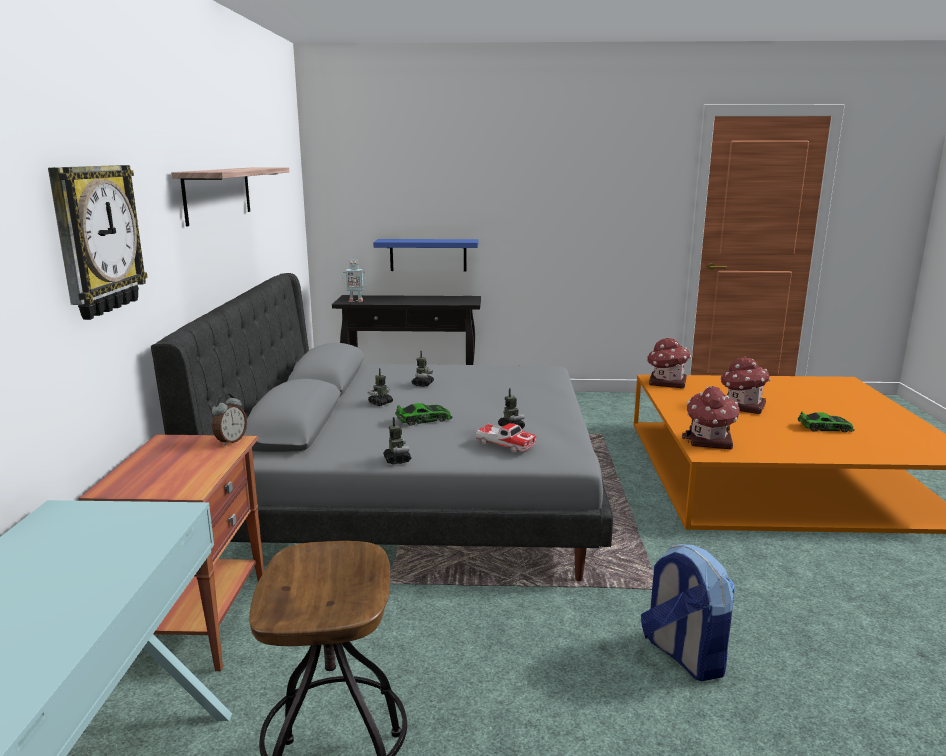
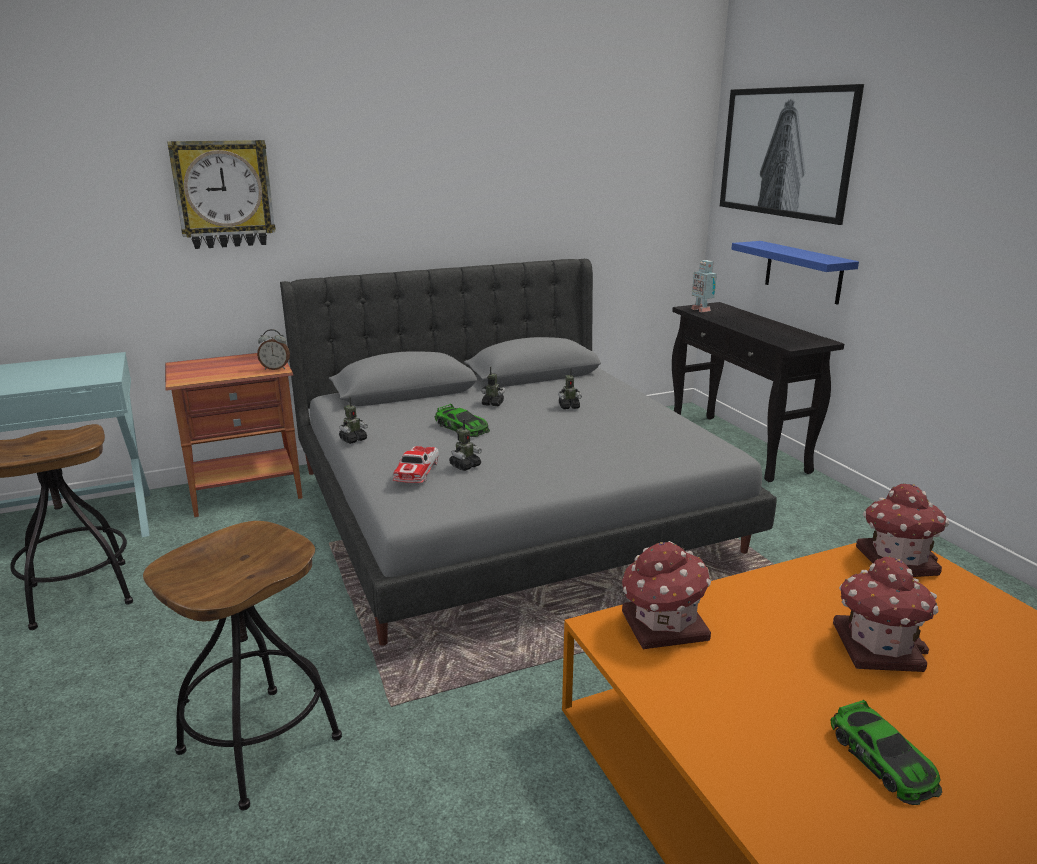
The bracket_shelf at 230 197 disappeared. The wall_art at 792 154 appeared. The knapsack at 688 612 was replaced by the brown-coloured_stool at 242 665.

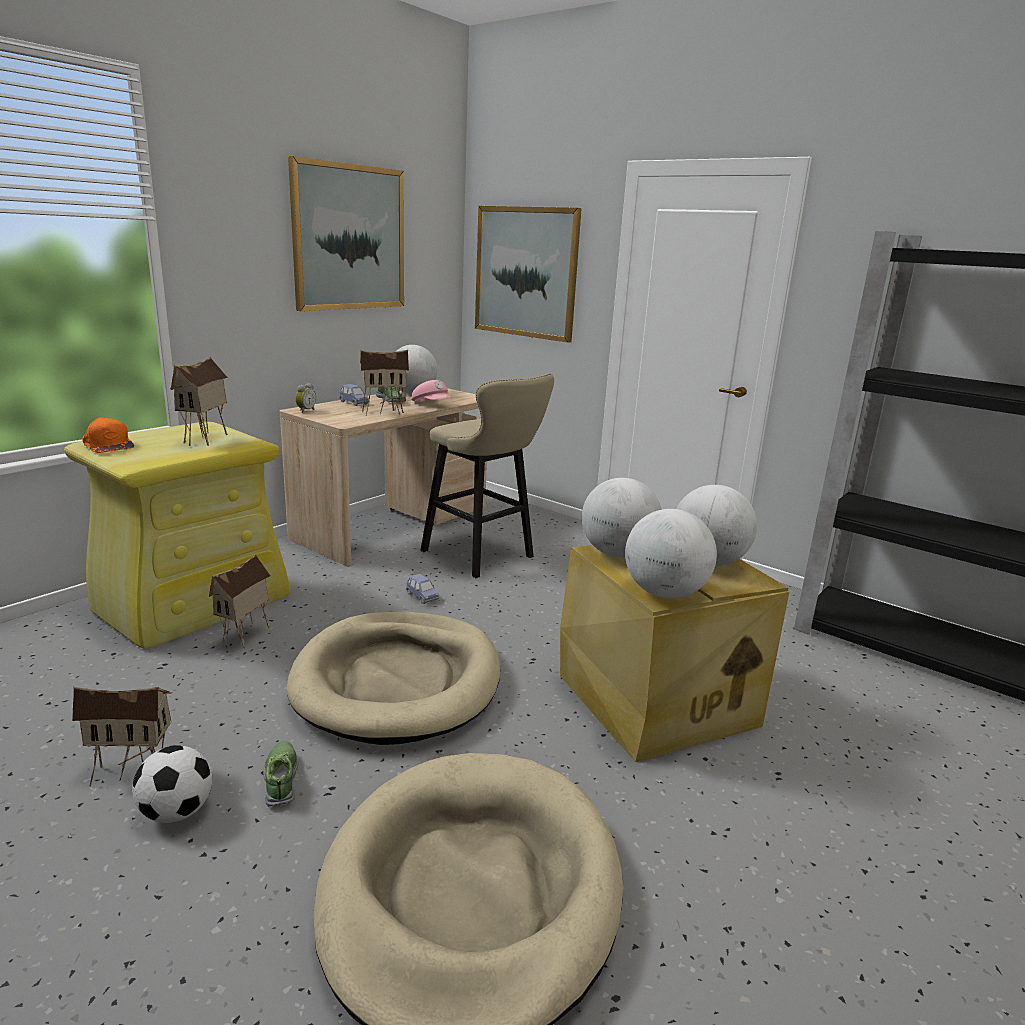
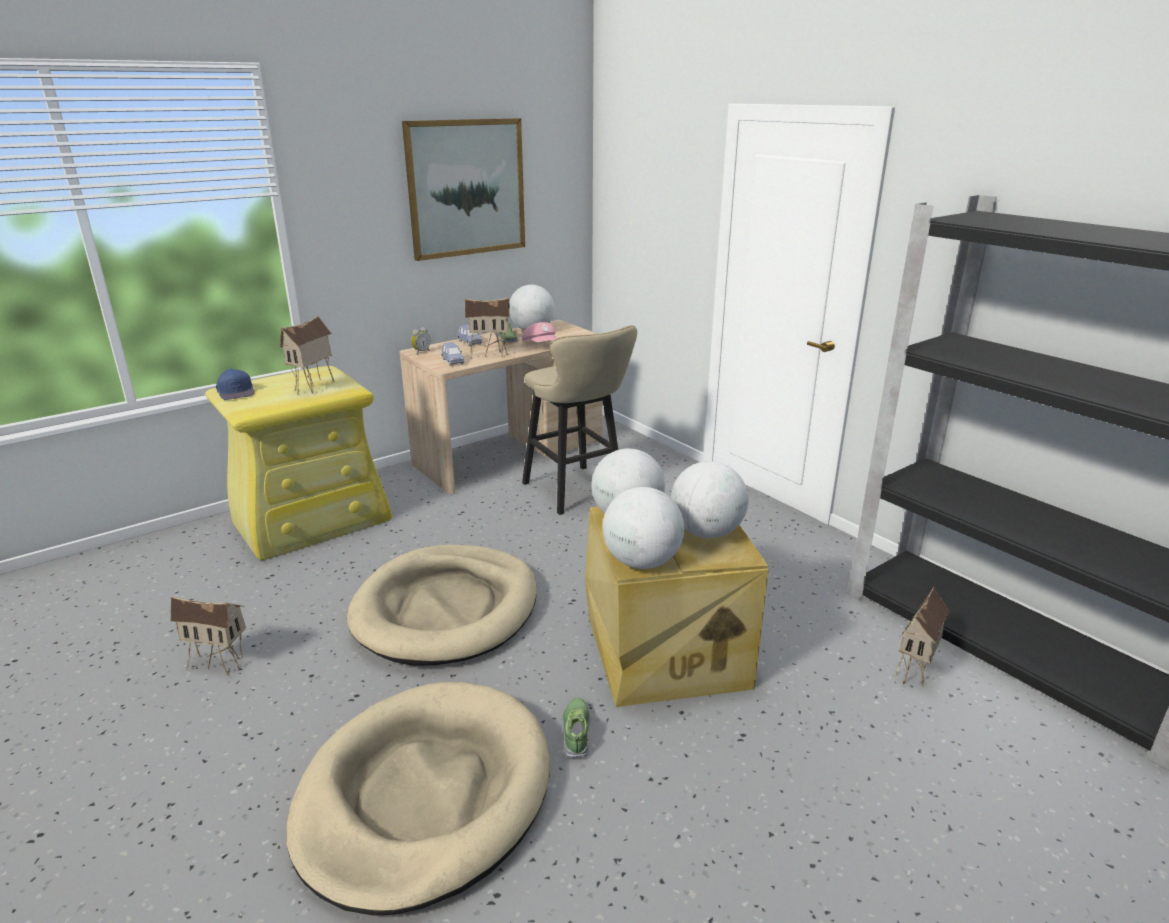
The football at 172 784 disappeared. The wall_art at 528 274 disappeared. The miniature_house moved from 240 601 to 922 637. The shoe moved from 280 774 to 575 728. The blue-coloured_model_car moved from 422 589 to 452 354. The orange_cap at 108 435 became the blue-coloured_cap at 235 384.

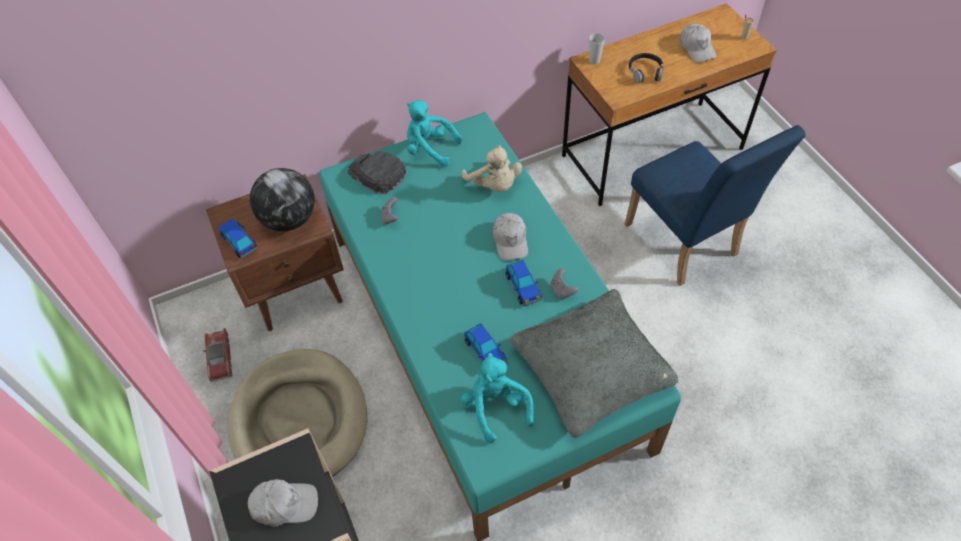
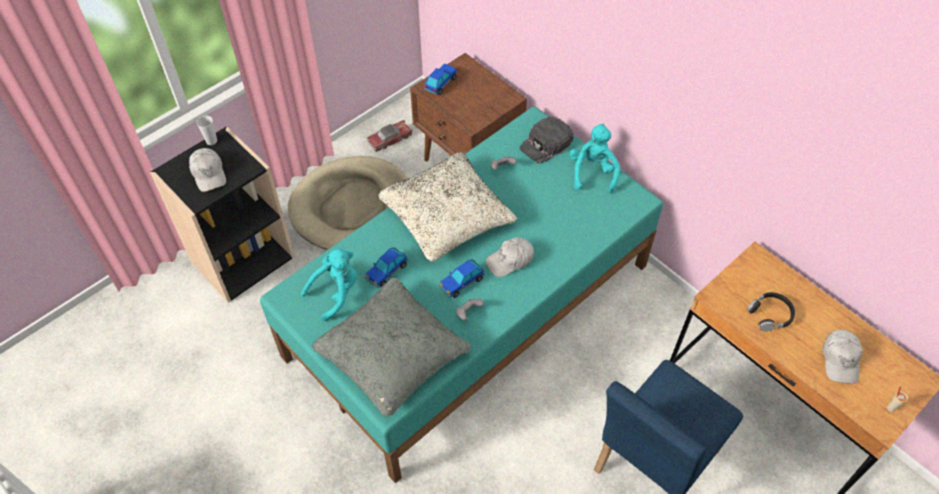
The globe at 282 199 disappeared. The sand-coloured_cuddly_toy at 491 168 disappeared. The sand-coloured_pillow at 447 207 appeared. The drinking_cup moved from 597 48 to 207 130. The black-coloured_cap at 377 173 turned 150 degrees counterclockwise. The white-coloured_cap at 698 43 turned 45 degrees counterclockwise.

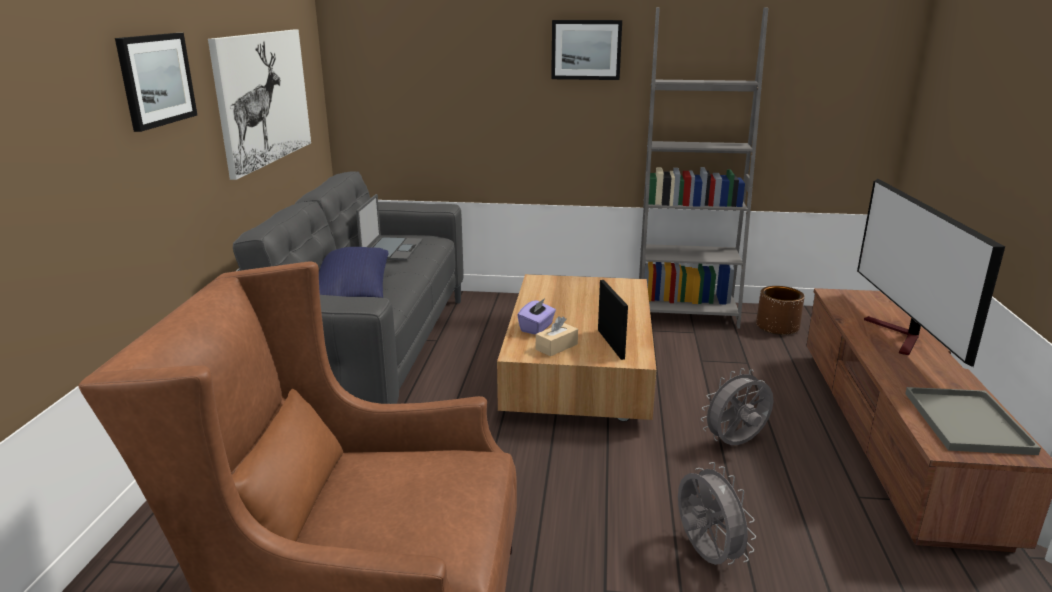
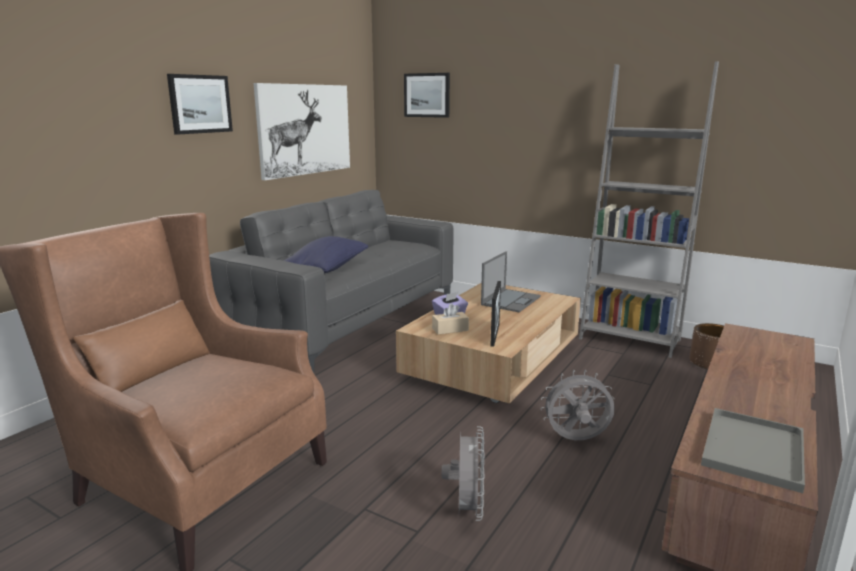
The television at 931 273 disappeared. The notebook_computer moved from 389 227 to 511 281. The wall_art moved from 586 50 to 427 95.

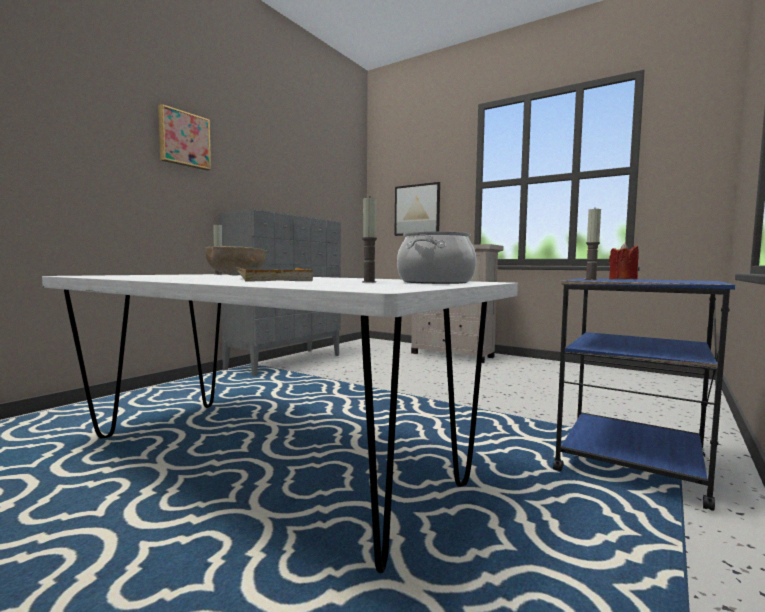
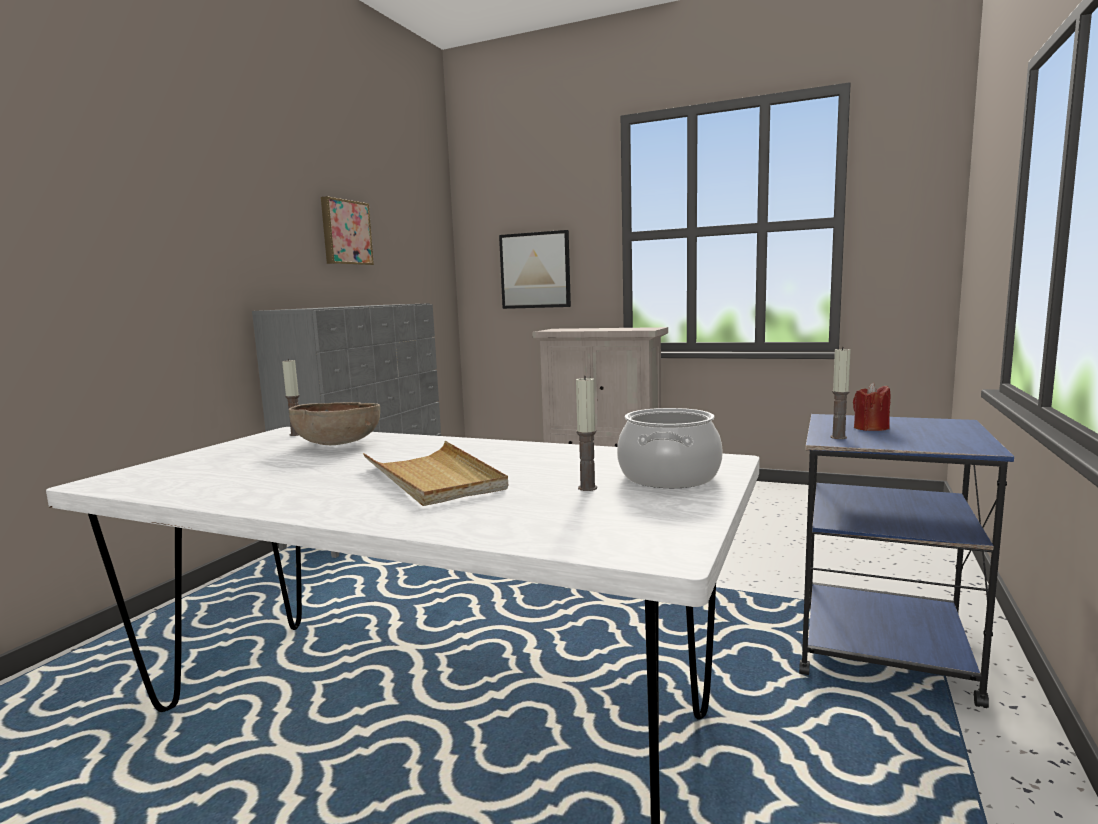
The wall_art moved from 184 137 to 347 230.

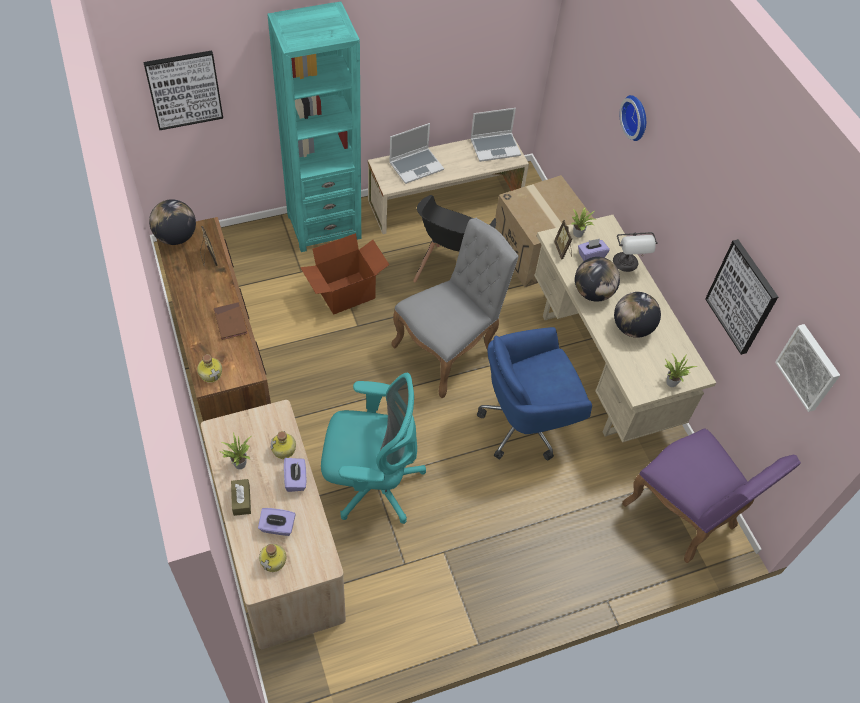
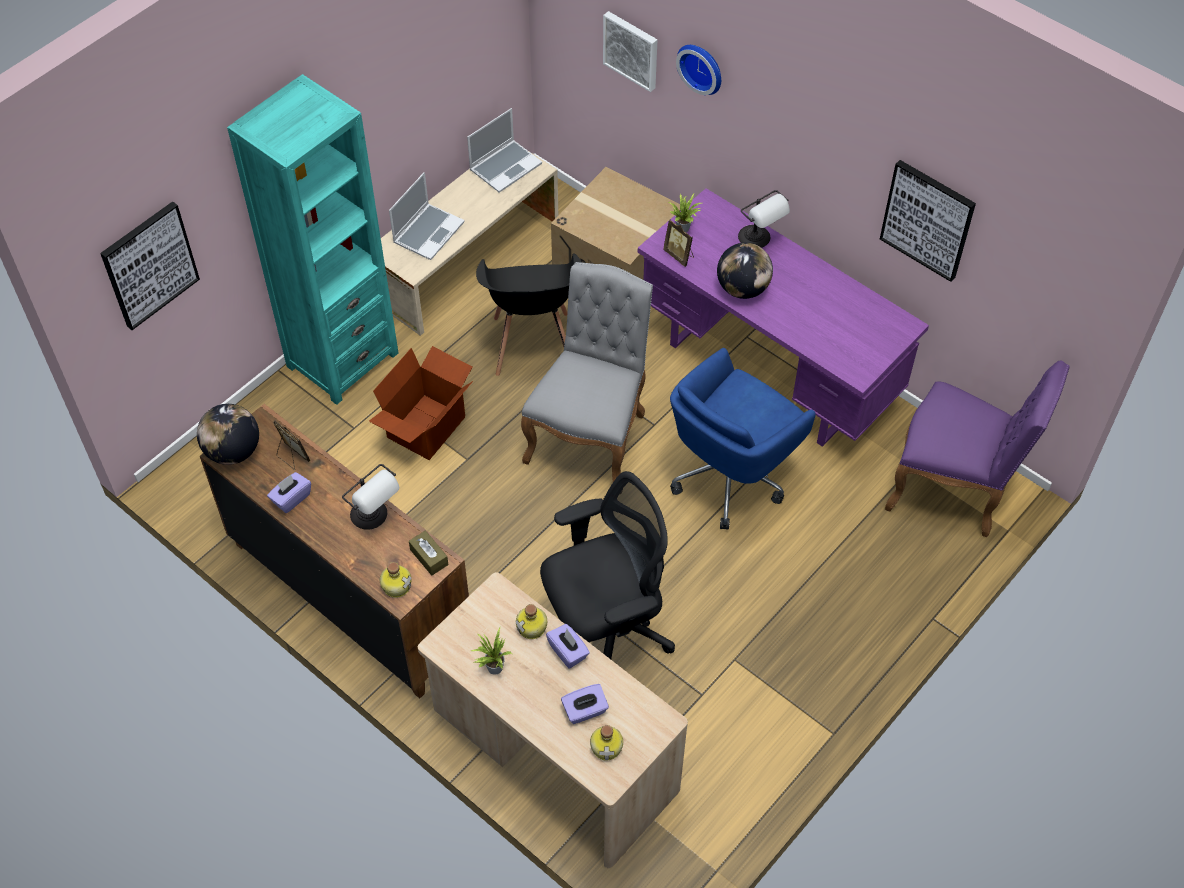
The globe at 637 315 disappeared. The potted_plant at 681 370 disappeared. The brown-coloured_box_of_tissues moved from 241 497 to 428 553. The purplish_box_of_tissues moved from 594 250 to 289 492. The wall_art moved from 807 368 to 630 51. The brown-coloured_book at 231 321 was replaced by the tabletop_lamp at 370 497. The blue-green_desk_chair at 373 448 became the black-coloured_desk_chair at 607 565. The sand-coloured_desk_table at 625 328 became the purplish_desk_table at 783 317.

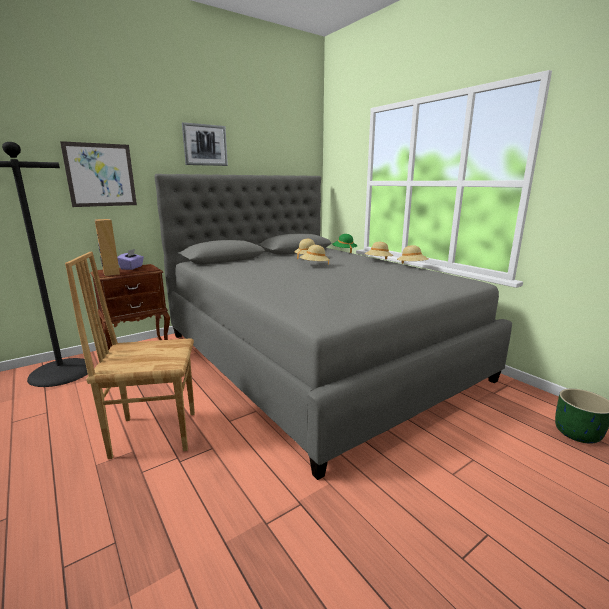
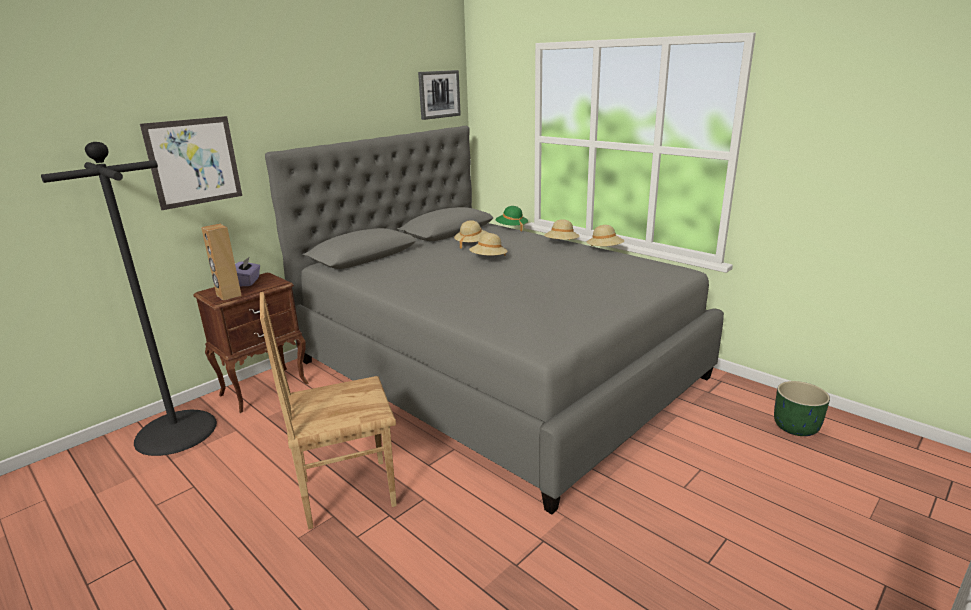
The wall_art moved from 205 144 to 439 95.

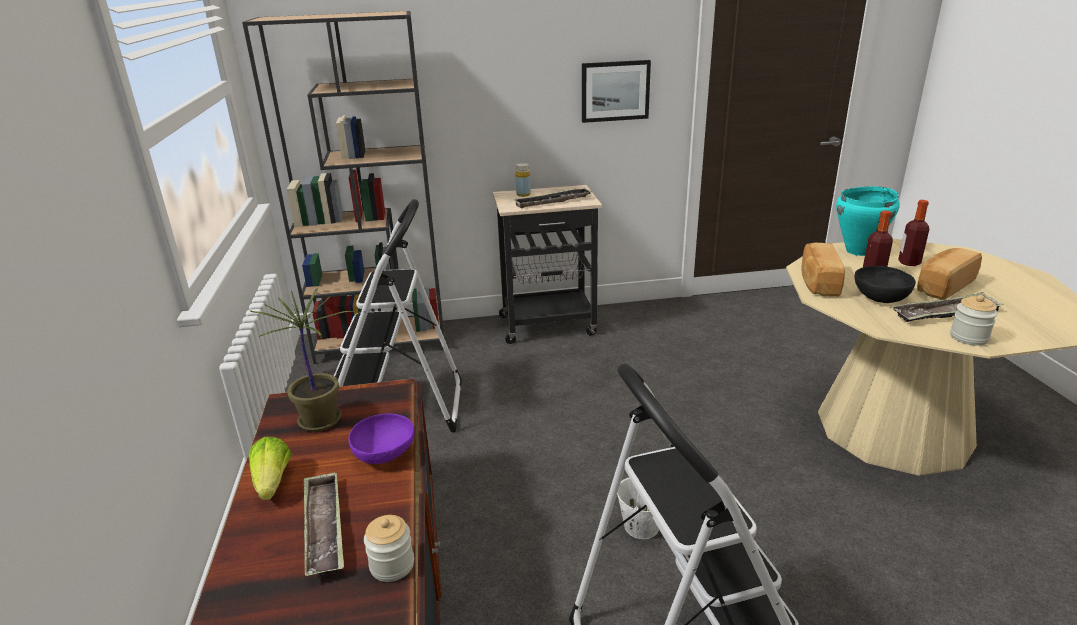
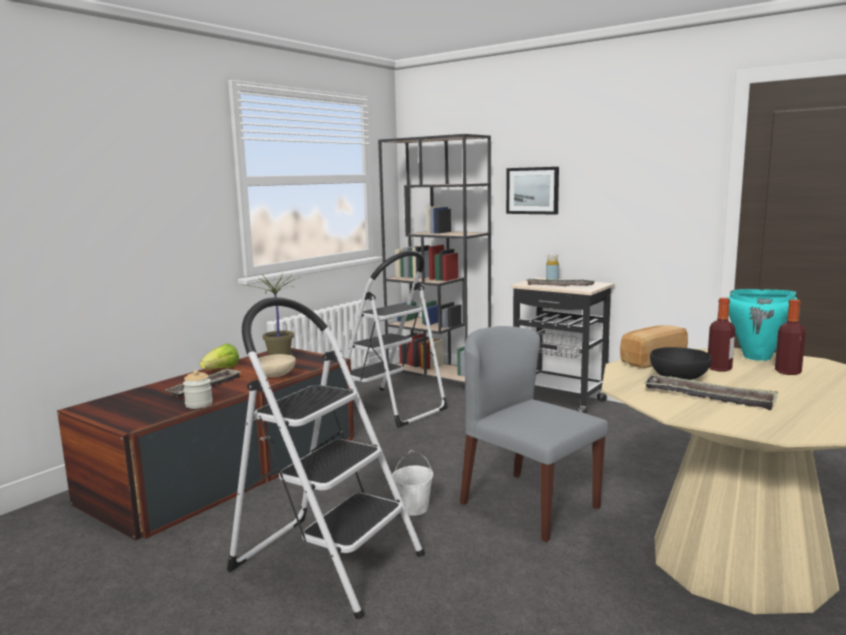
The baked_bread at 949 274 disappeared. The jar at 974 320 disappeared. The gray_upright_chair at 534 434 appeared. The wall_art moved from 616 91 to 532 191. The purplish_bowl at 381 439 became the sand-coloured_bowl at 277 365.

